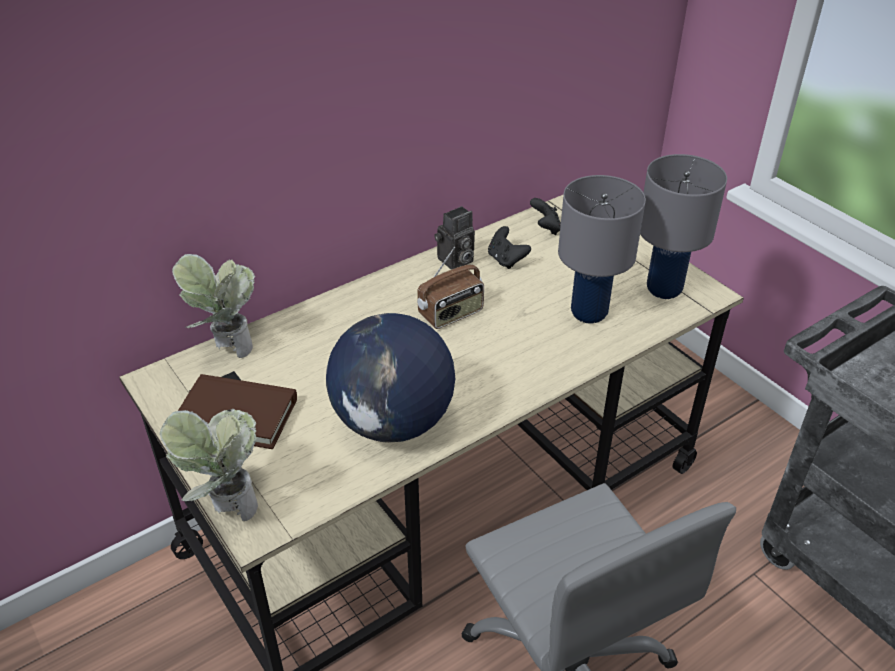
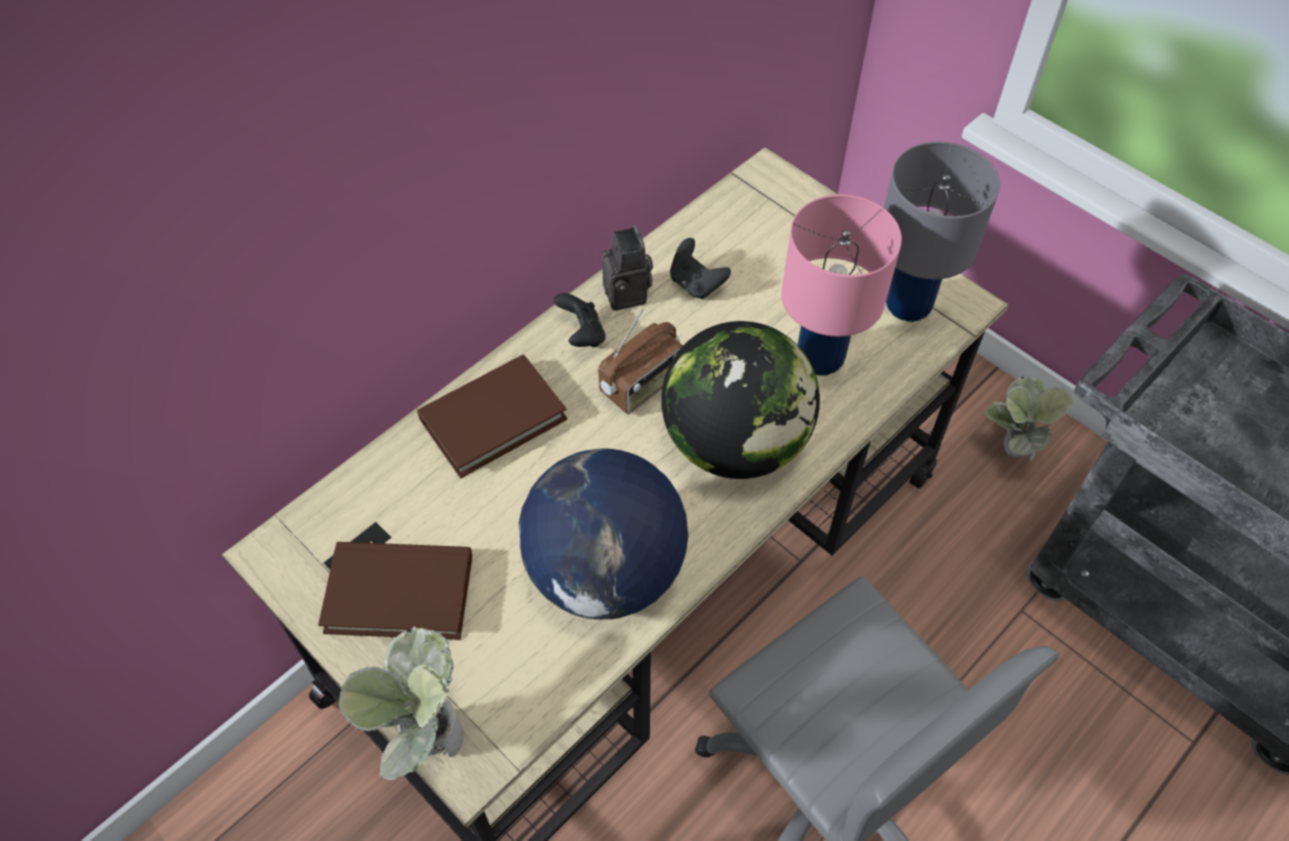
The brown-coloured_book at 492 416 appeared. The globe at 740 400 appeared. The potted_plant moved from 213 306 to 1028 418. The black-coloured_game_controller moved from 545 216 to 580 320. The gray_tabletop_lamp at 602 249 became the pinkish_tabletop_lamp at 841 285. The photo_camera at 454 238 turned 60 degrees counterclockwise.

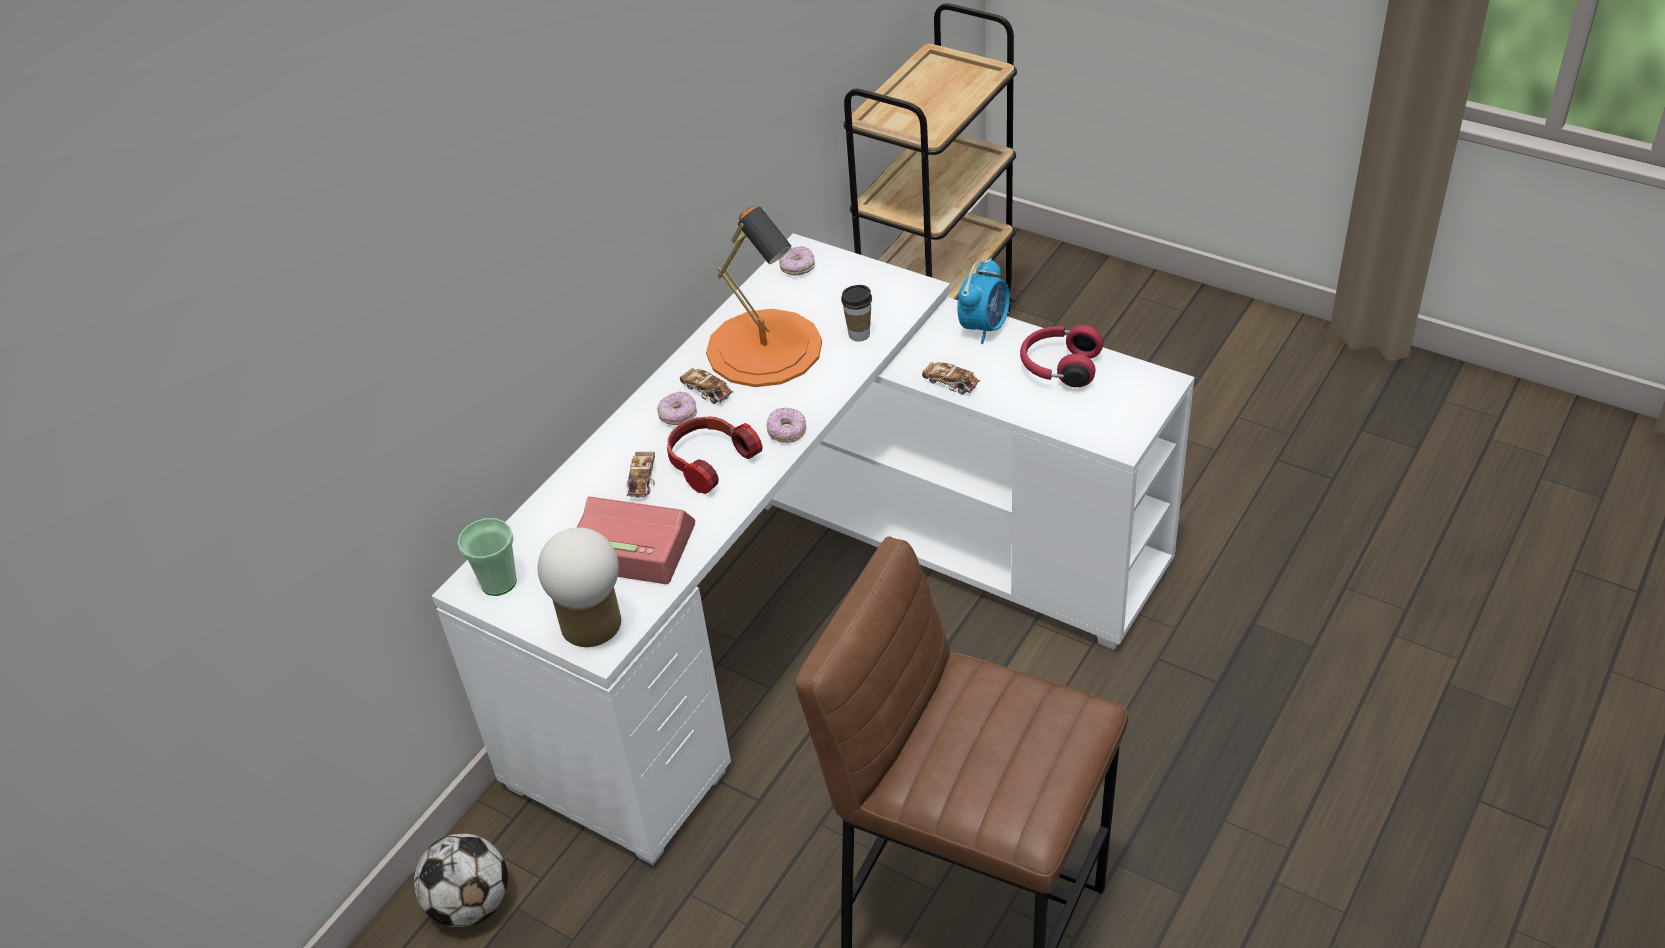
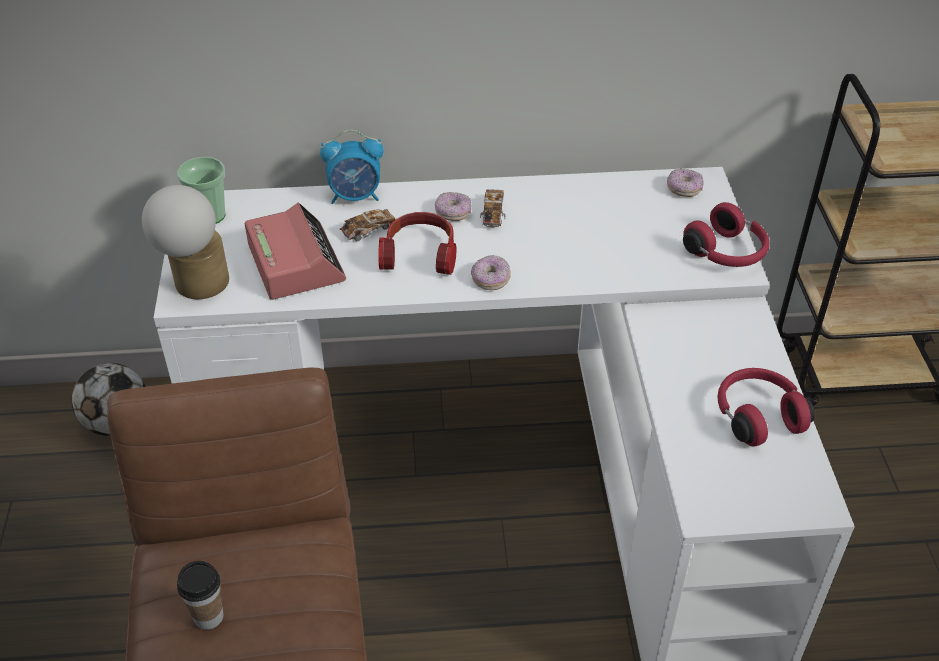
The orange_tabletop_lamp at 764 296 disappeared. The model_car at 951 378 disappeared. The red_pair_of_headphones at 726 234 appeared. The drinking_cup moved from 856 313 to 200 595. The bedside_clock moved from 983 301 to 352 166.

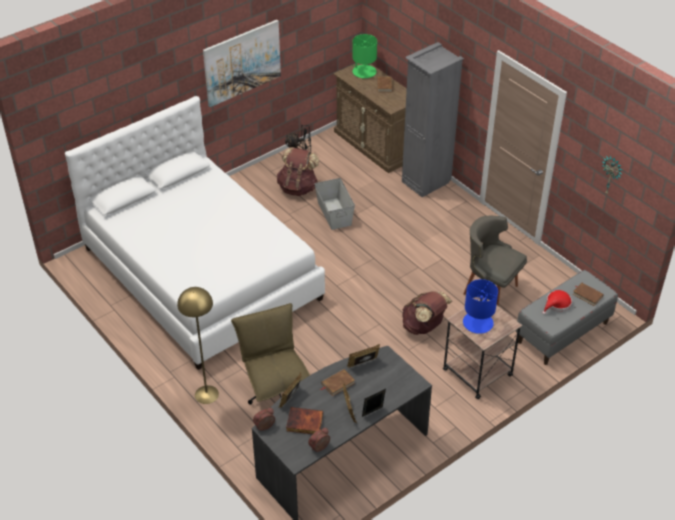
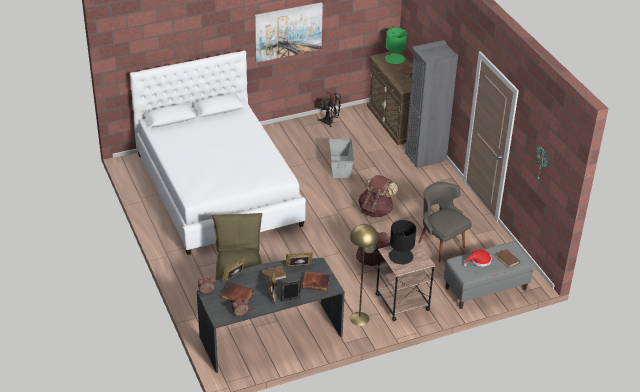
The book at 316 281 appeared. The yellow-coloured_floor_lamp moved from 198 345 to 364 275. The brown-coloured_knapsack moved from 298 172 to 378 196. The blue-coloured_tabletop_lamp at 480 306 became the black-coloured_tabletop_lamp at 402 242.

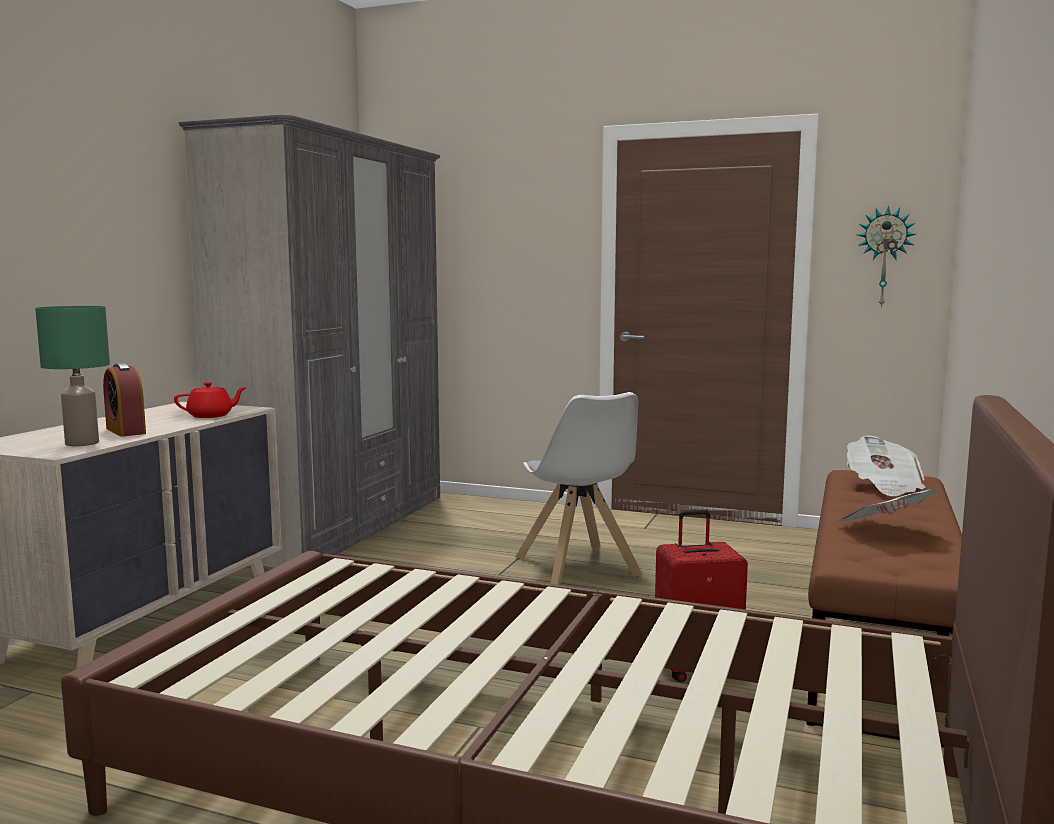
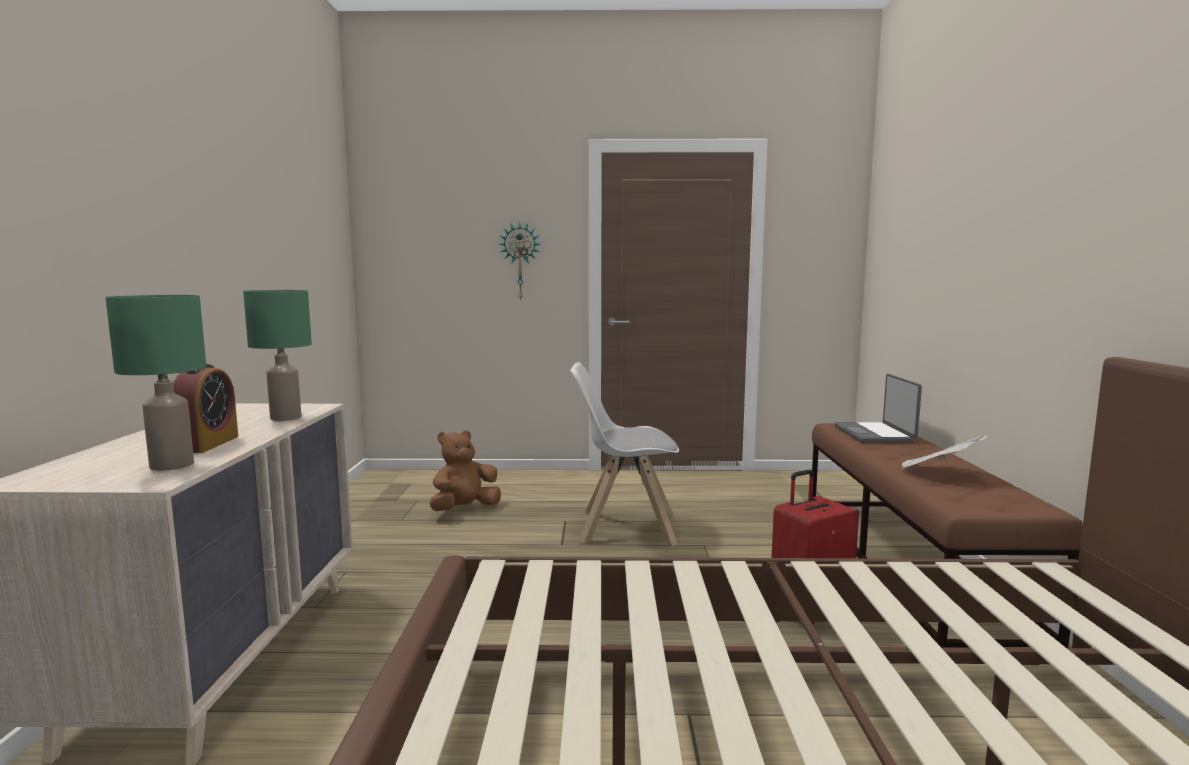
The gray_wardrobe at 309 341 disappeared. The brown-coloured_cuddly_toy at 465 470 appeared. The wall_clock moved from 887 256 to 520 260. The red_teapot at 210 400 was replaced by the green_tabletop_lamp at 277 355. The printed_paper at 886 465 was replaced by the notebook_computer at 878 408. The bedside_clock at 124 400 turned 120 degrees counterclockwise. The upright_chair at 579 488 turned 135 degrees clockwise.

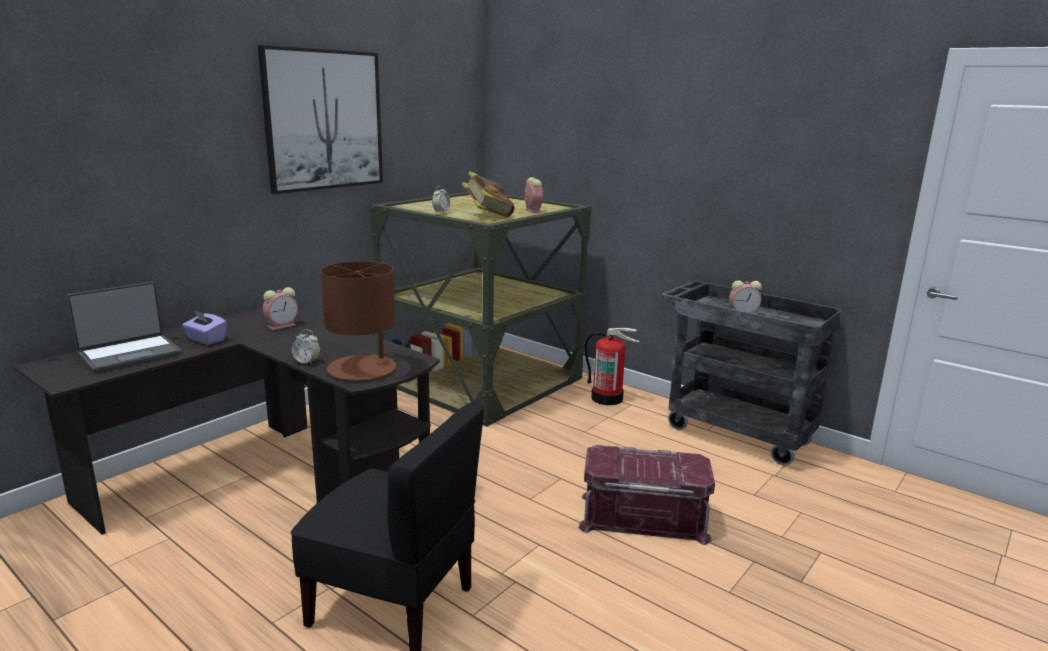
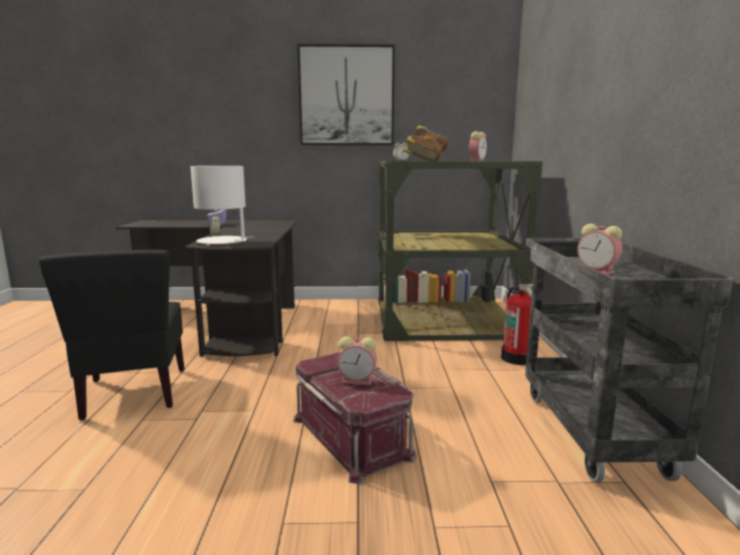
The notebook_computer at 124 327 disappeared. The bedside_clock moved from 280 308 to 357 360. The brown-coloured_tabletop_lamp at 358 321 became the white-coloured_tabletop_lamp at 222 206.

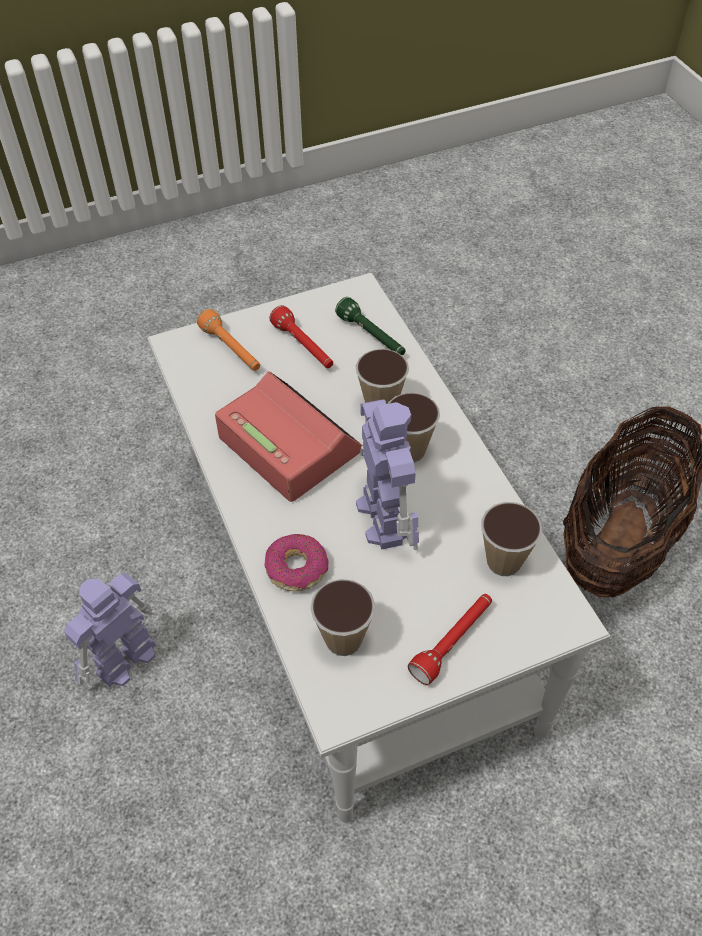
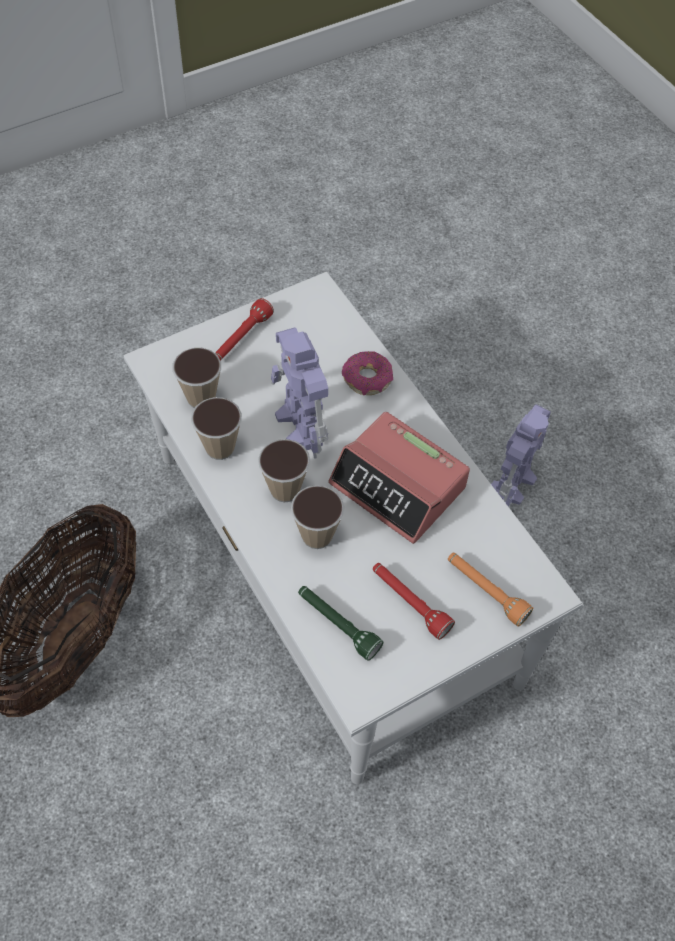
The drinking_cup moved from 342 617 to 216 428.

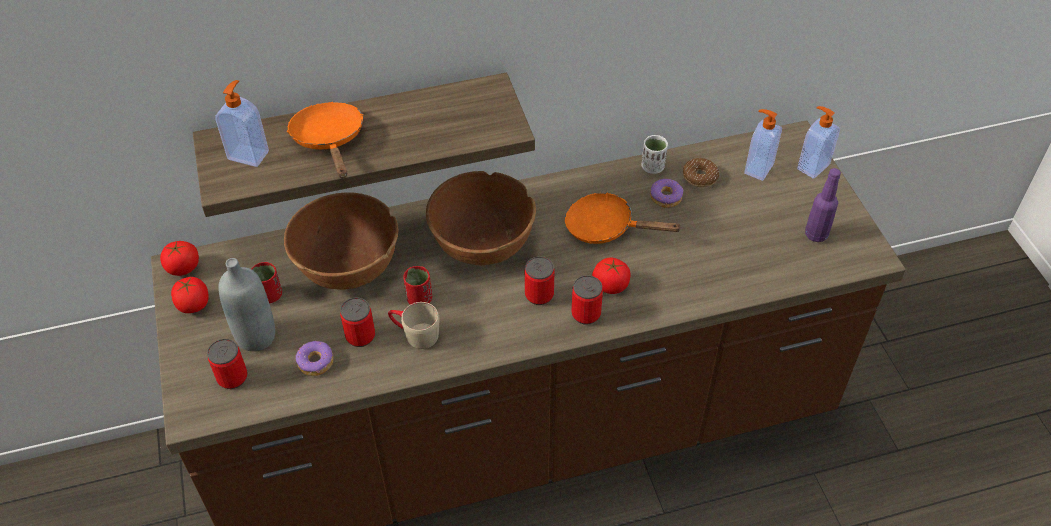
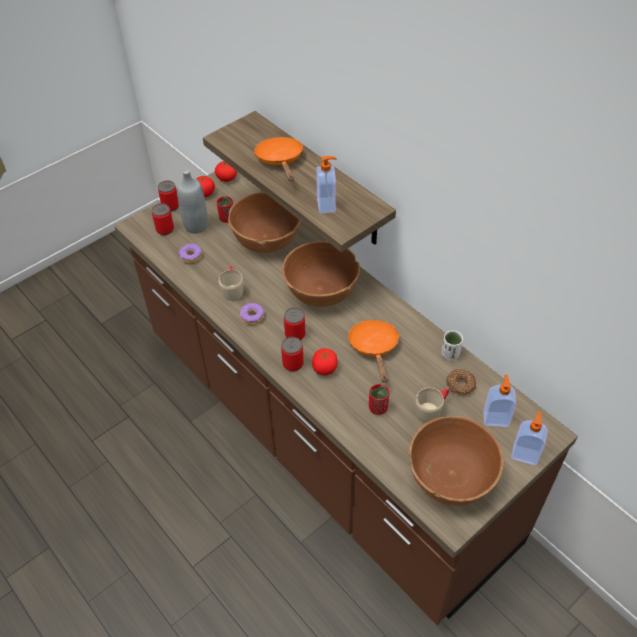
The sand-coloured_mug at 432 405 appeared. The liquid_soap_bottle moved from 242 123 to 326 185. The sealed_can moved from 357 322 to 168 196. The red_drinking_cup moved from 417 285 to 379 399. The ring_doughnut moved from 666 193 to 252 314. The purplish_beverage_bottle at 823 205 was replaced by the brown-coloured_bowl at 456 461. The orange_pan at 325 140 turned 60 degrees counterclockwise.

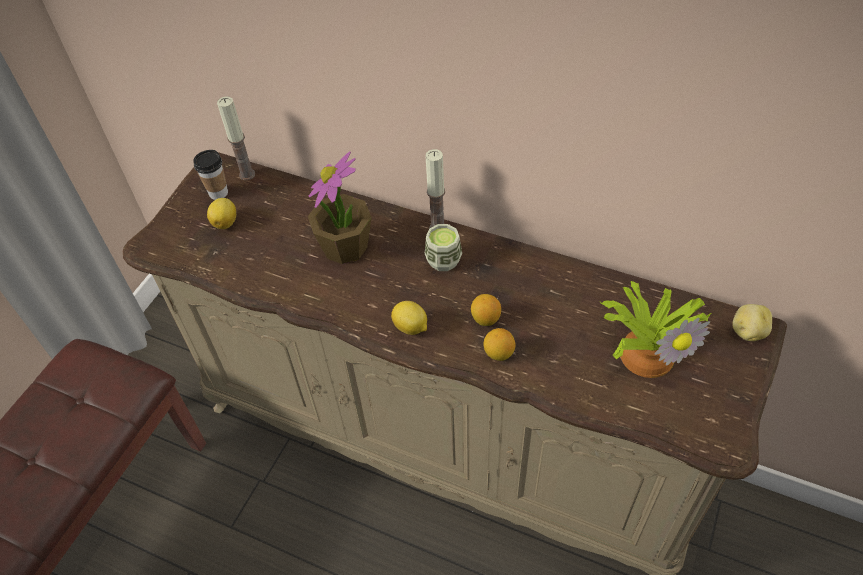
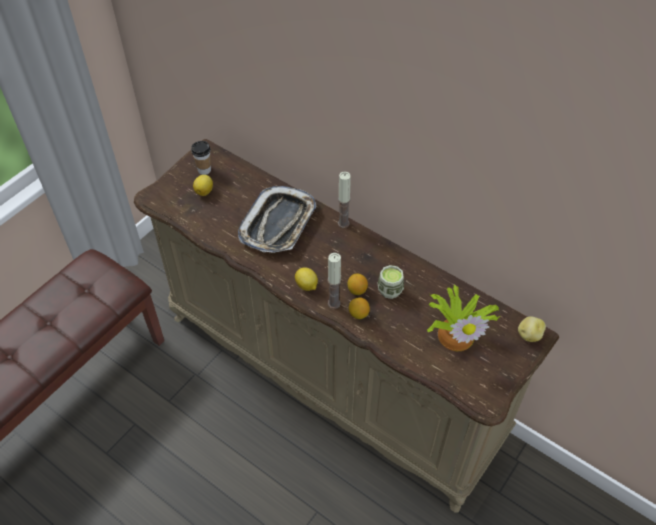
The wax_candle moved from 236 138 to 334 281. The drinking_cup moved from 443 247 to 391 282. The potted_plant at 340 208 was replaced by the tray at 277 219.

